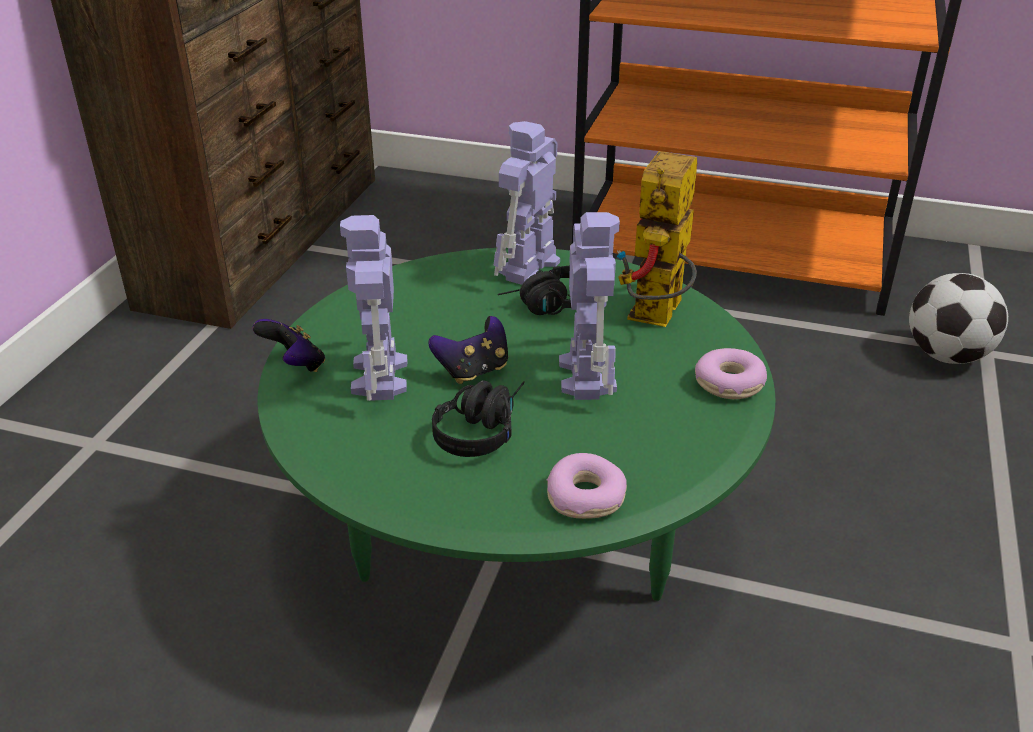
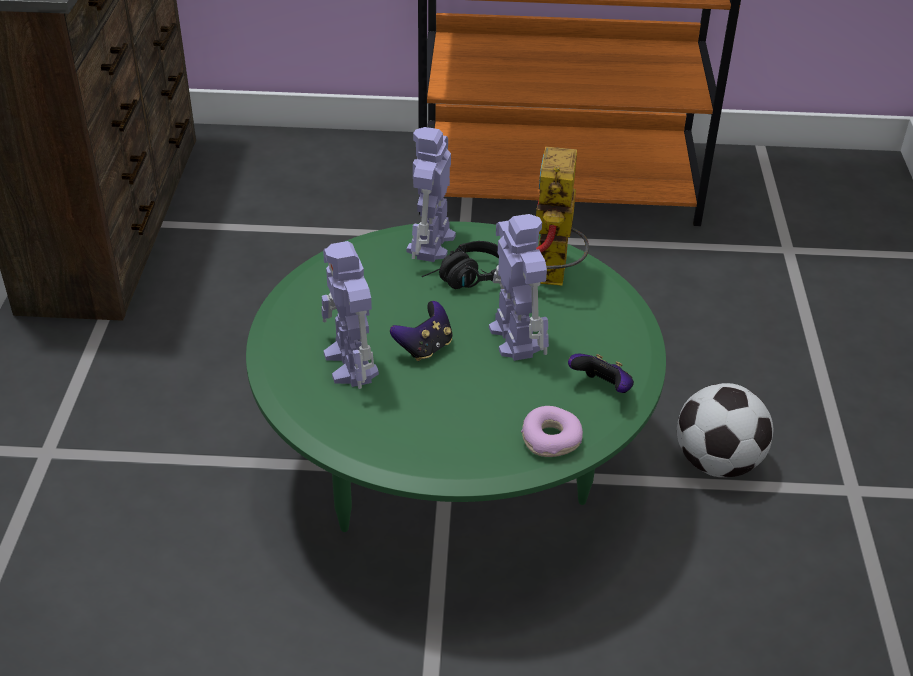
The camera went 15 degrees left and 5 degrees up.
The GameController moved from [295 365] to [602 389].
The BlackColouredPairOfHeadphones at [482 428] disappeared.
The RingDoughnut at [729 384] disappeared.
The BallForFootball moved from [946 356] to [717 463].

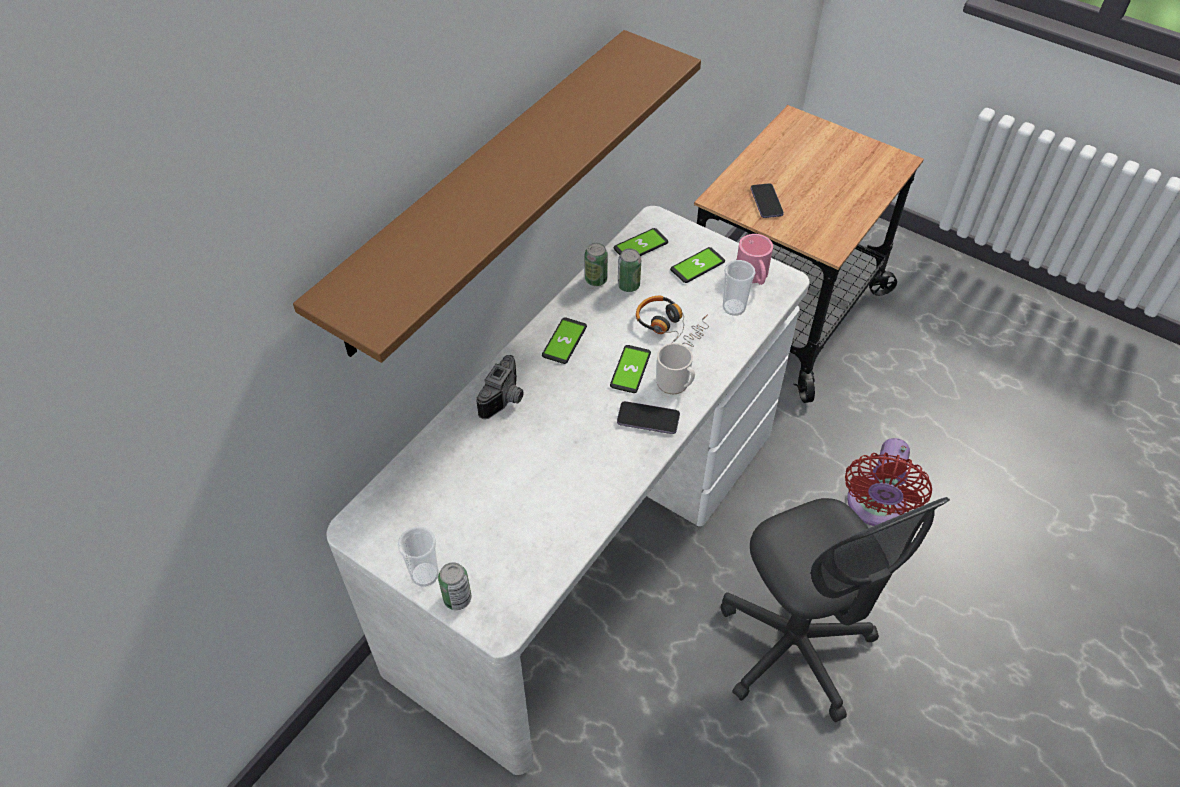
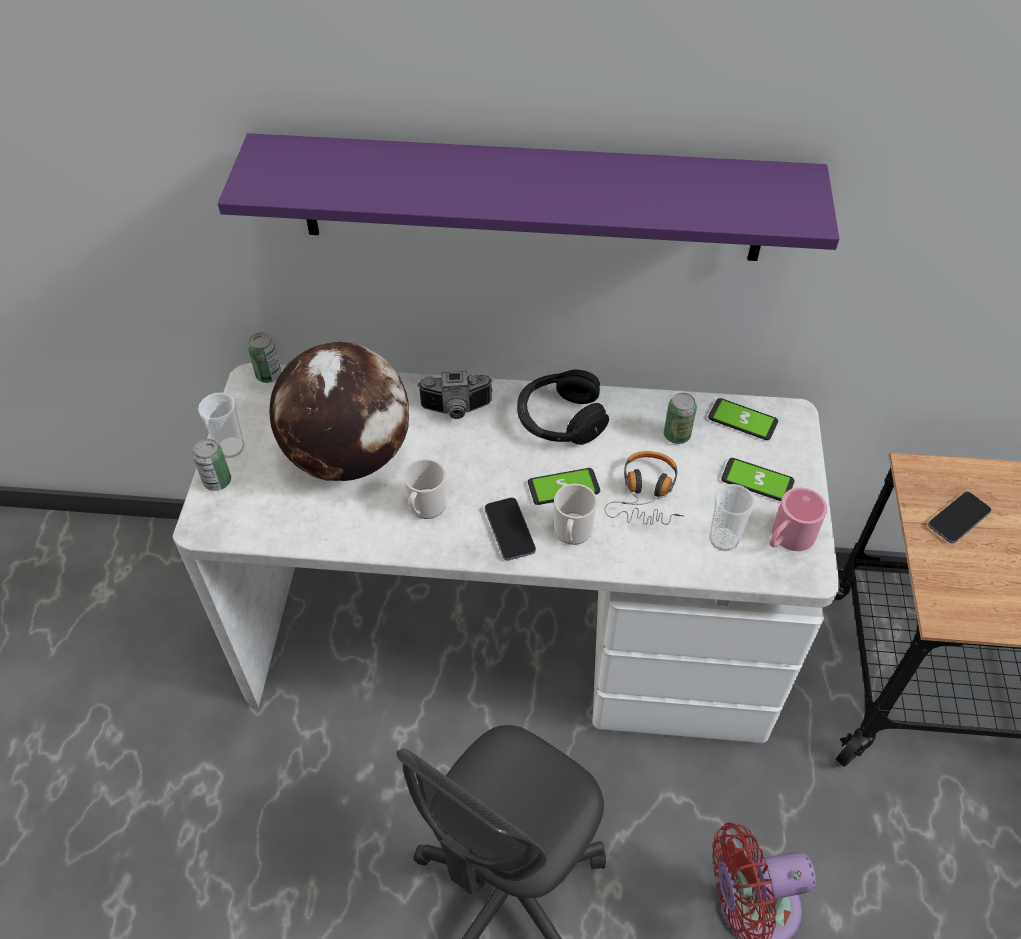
The camera went 60 degrees right and 0 degrees up.
The BrownWallShelf at [483 191] became the PurpleWallShelf at [531 198].
The Phone at [564 341] was replaced by the BlackColouredPairOfHeadphones at [560 419].
The Can moved from [596 280] to [269 375].
The Globe at [349 455] appeared.
The TeaMug at [425 508] appeared.

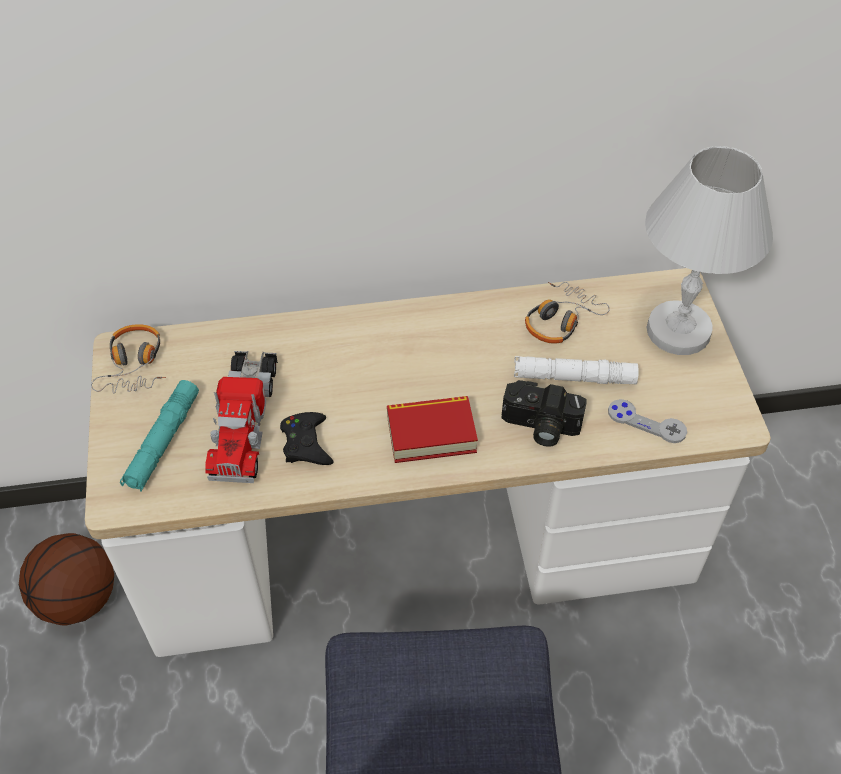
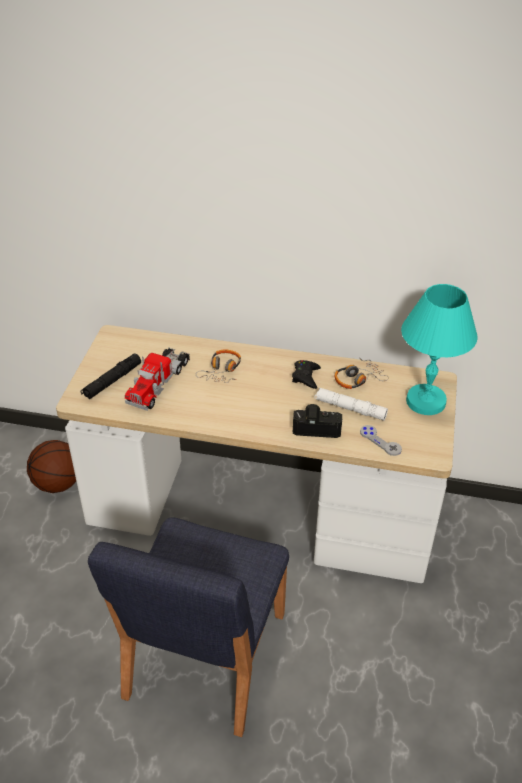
The camera went 20 degrees right and 10 degrees down.
The PairOfHeadphones moved from [134 365] to [222 371].
The TurquoiseHandTorch at [163 441] became the BlackColouredHandTorch at [112 381].
The BlackColouredGameController moved from [306 443] to [306 377].
The Book at [431 434] disappeared.
The PhotoCamera at [539 427] turned 150 degrees clockwise.
The WhiteColouredTabletopLamp at [677 330] became the TurquoiseTabletopLamp at [425 401].

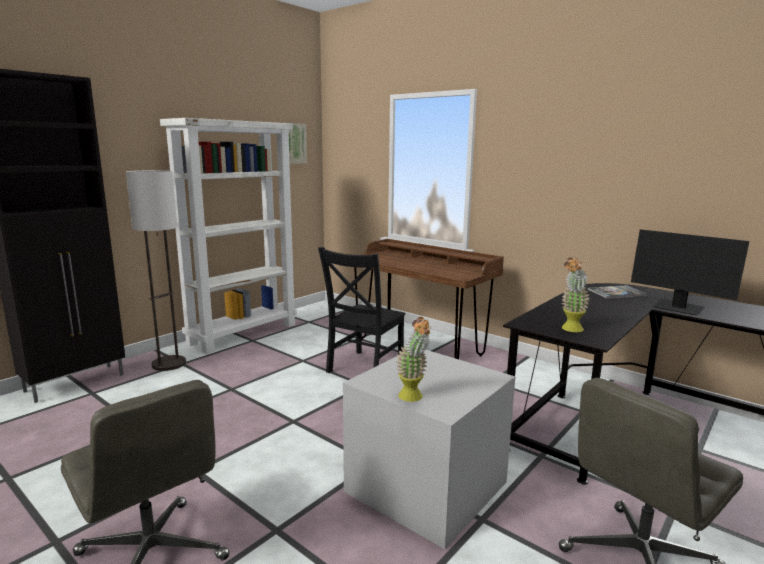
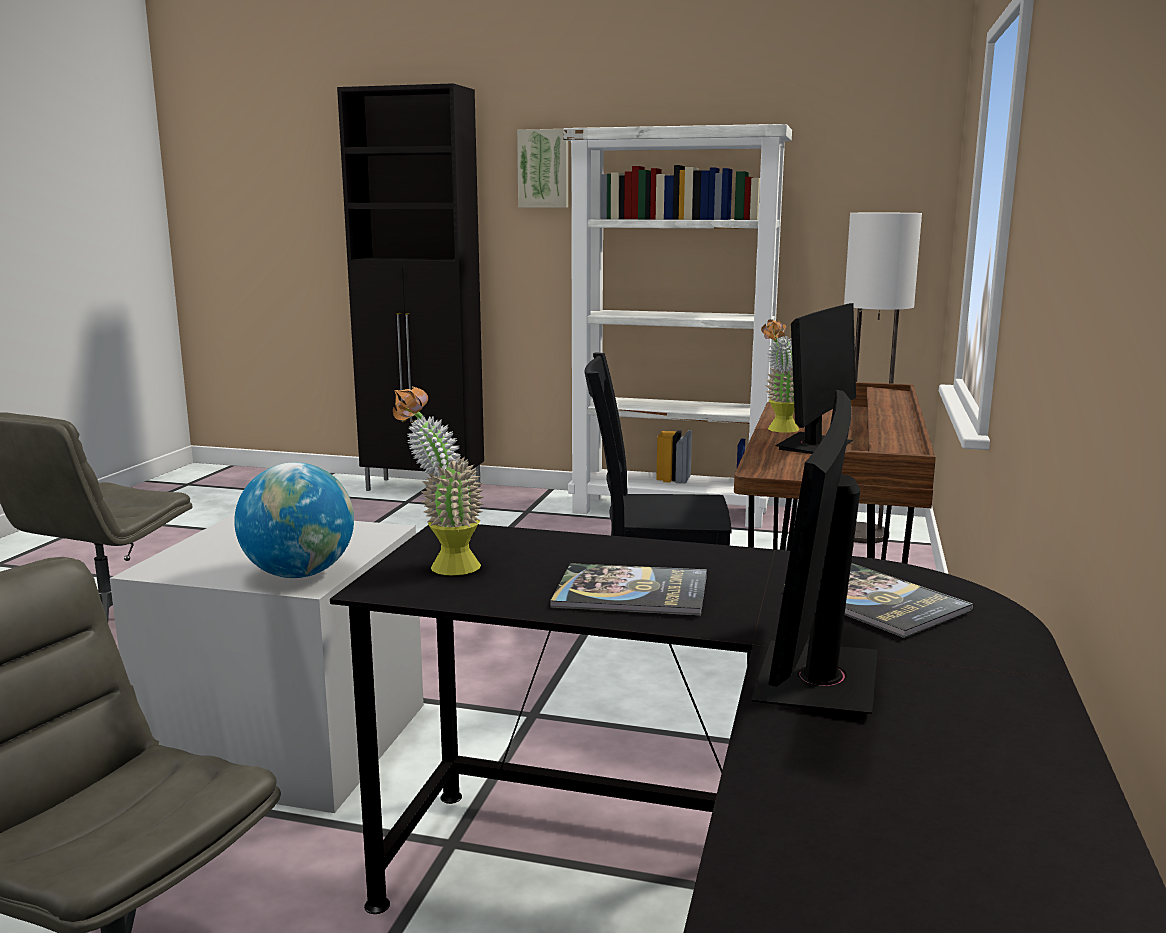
The camera went 65 degrees right and 0 degrees up.
The FloorLamp moved from [169 364] to [861 534].
The Picture moved from [294 143] to [543 168].
The PottedPlant moved from [413 399] to [779 431].
The Globe at [299 574] appeared.
The Book at [631 592] appeared.
The ComputerScreen at [814 446] appeared.

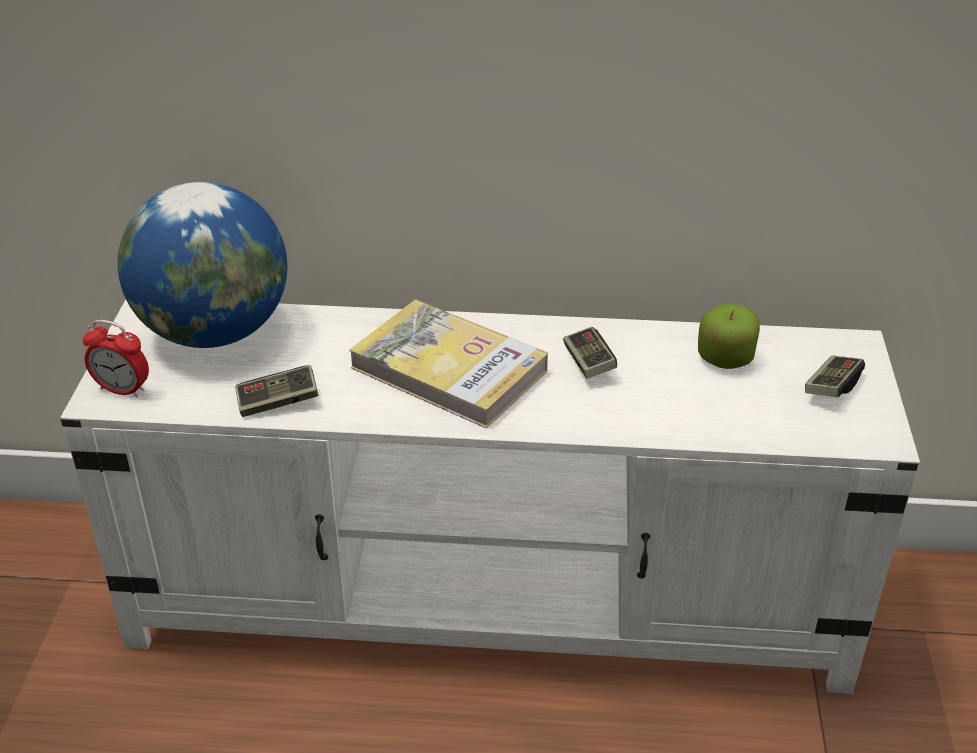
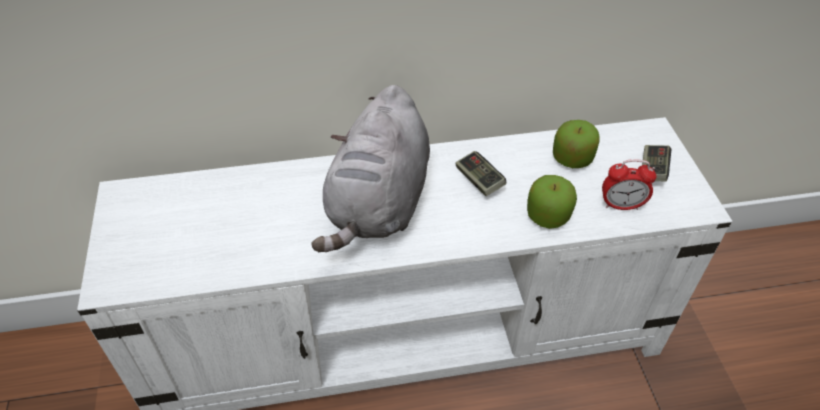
The camera went 15 degrees left and 10 degrees up.
The BedsideClock moved from [122 390] to [621 205].
The Globe at [215 332] disappeared.
The GameController at [278 402] disappeared.
The Book at [449 369] was replaced by the GraySoftToy at [379 204].
The Apple at [548 215] appeared.

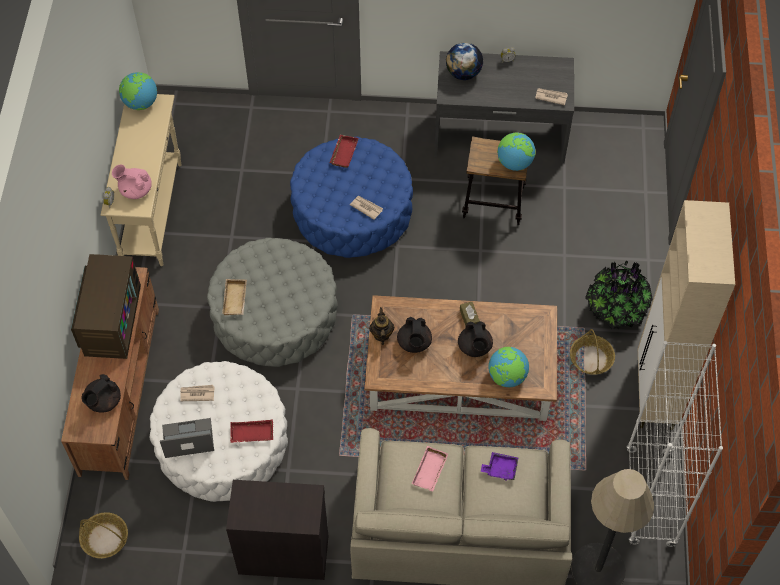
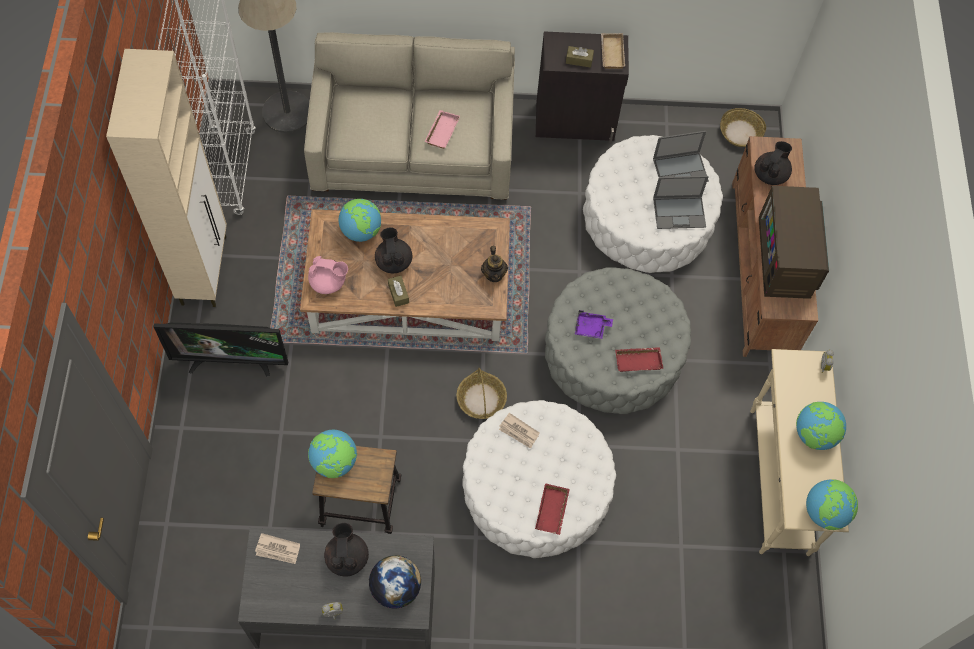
The camera went 175 degrees right and 5 degrees up.
The PinkColouredTeaPot moved from [135 190] to [328 282].
The Newspaper at [197 393] was replaced by the NotebookComputer at [680 212].
The BeigeColouredServingTray moved from [236 300] to [611 53].
The ReddishServingTray moved from [251 434] to [638 360].
The BlueColouredPouffe at [352 210] became the WhiteColouredPouffe at [536 488].
The BlackColouredTeaPot moved from [414 343] to [347 557].
The PurpleServingTray moved from [500 469] to [591 328].
The StorageBasket moved from [591 358] to [481 399].
The PottedPlant at [615 312] was replaced by the Tv at [231 361].
The BrownBoxOfTissues at [579 60] appeared.
The Globe at [814 435] appeared.

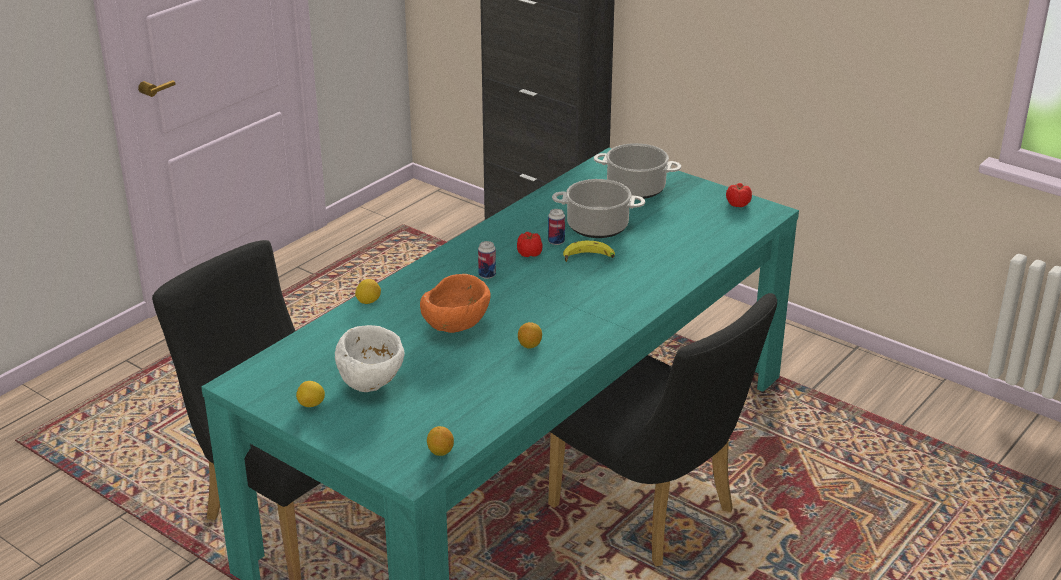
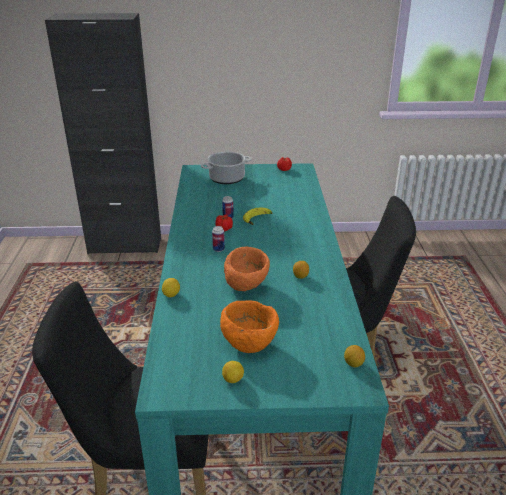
The camera went 40 degrees left and 0 degrees up.
The WhiteColouredBowl at [373 383] became the OrangeyBowl at [249 343].
The CookingPot at [598 226] disappeared.

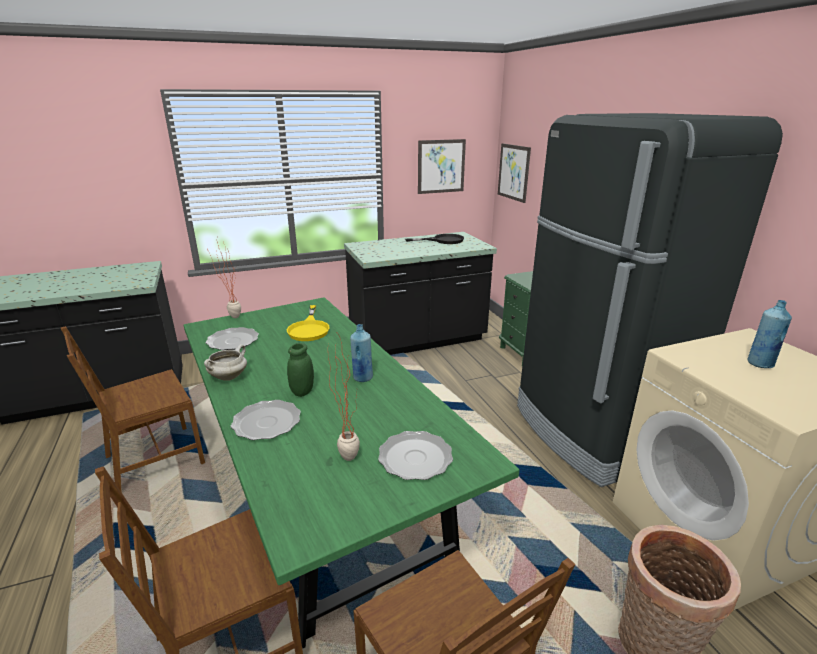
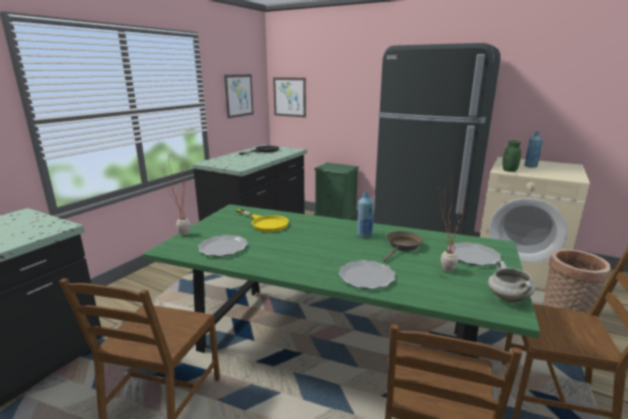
The camera went 40 degrees left and 5 degrees down.
The WhiteColouredCookingPot moved from [229 377] to [507 298].
The GreenColouredPreserveJar moved from [302 391] to [509 170].
The BrownFryingPan at [402 246] appeared.

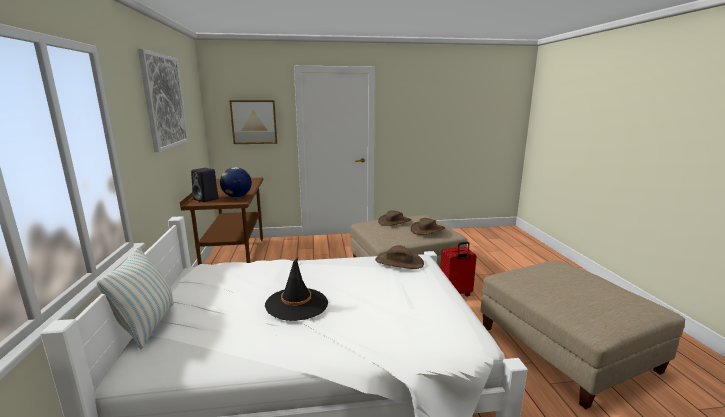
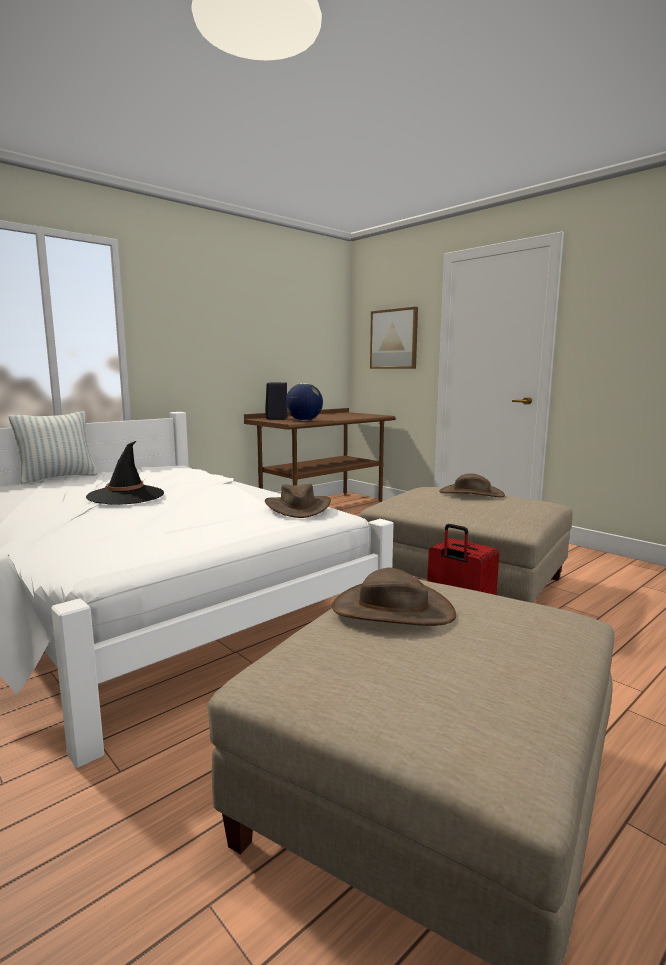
The camera went 55 degrees right and 5 degrees down.
The Picture at [164 101] disappeared.
The BrownClothingHat moved from [427 230] to [392 610].

